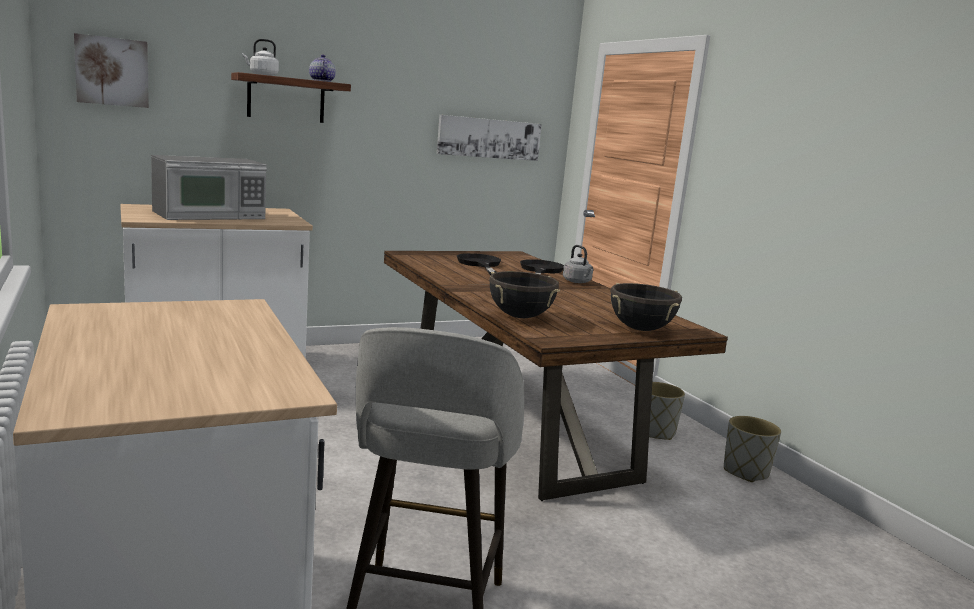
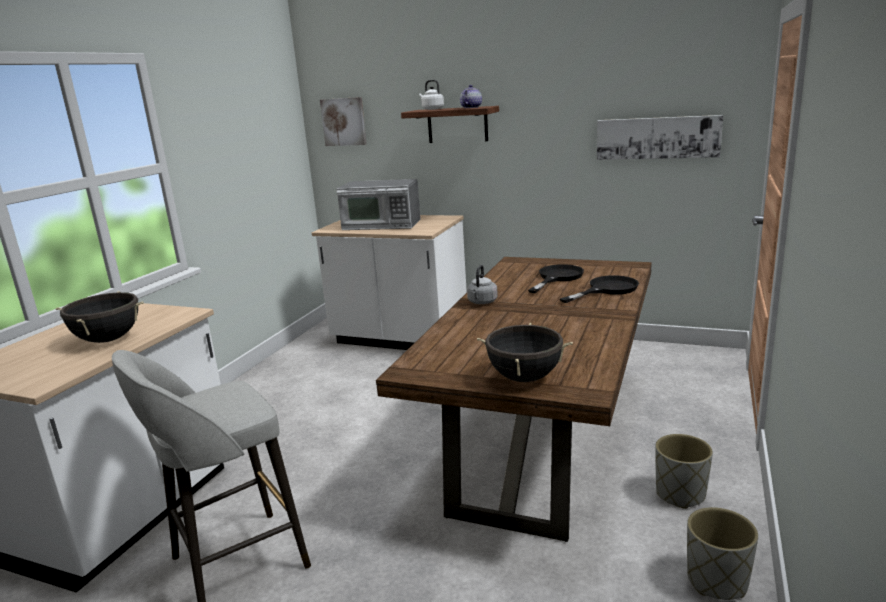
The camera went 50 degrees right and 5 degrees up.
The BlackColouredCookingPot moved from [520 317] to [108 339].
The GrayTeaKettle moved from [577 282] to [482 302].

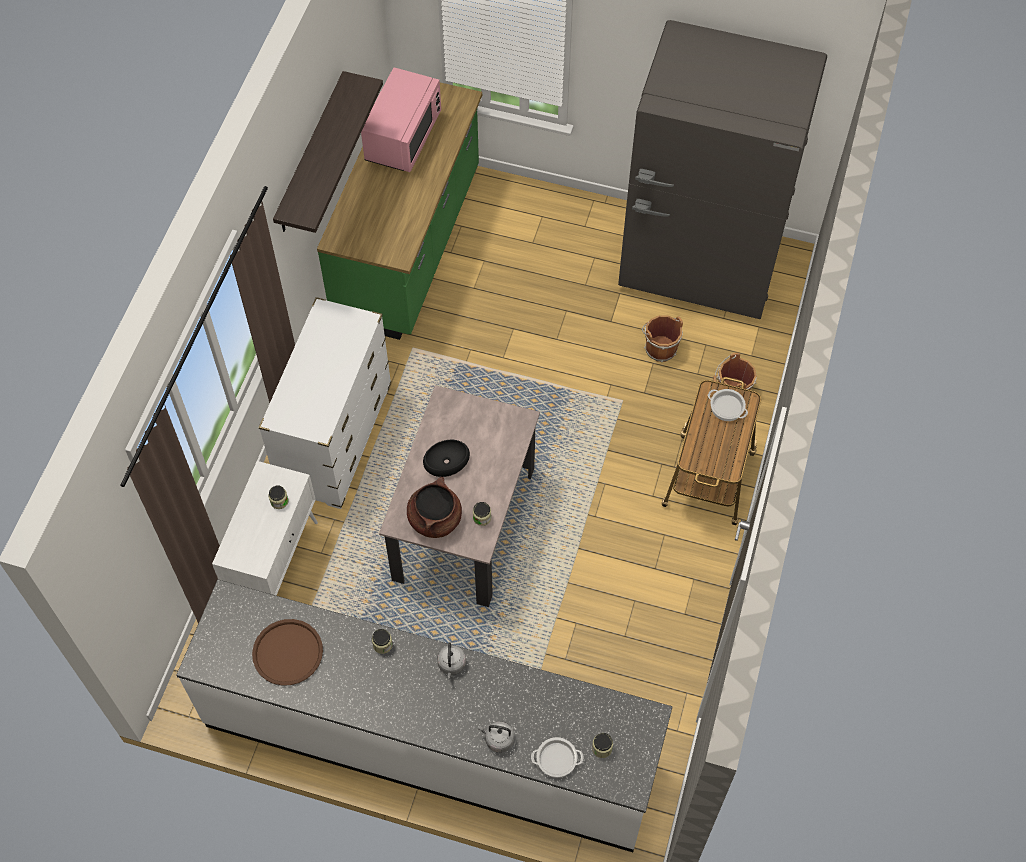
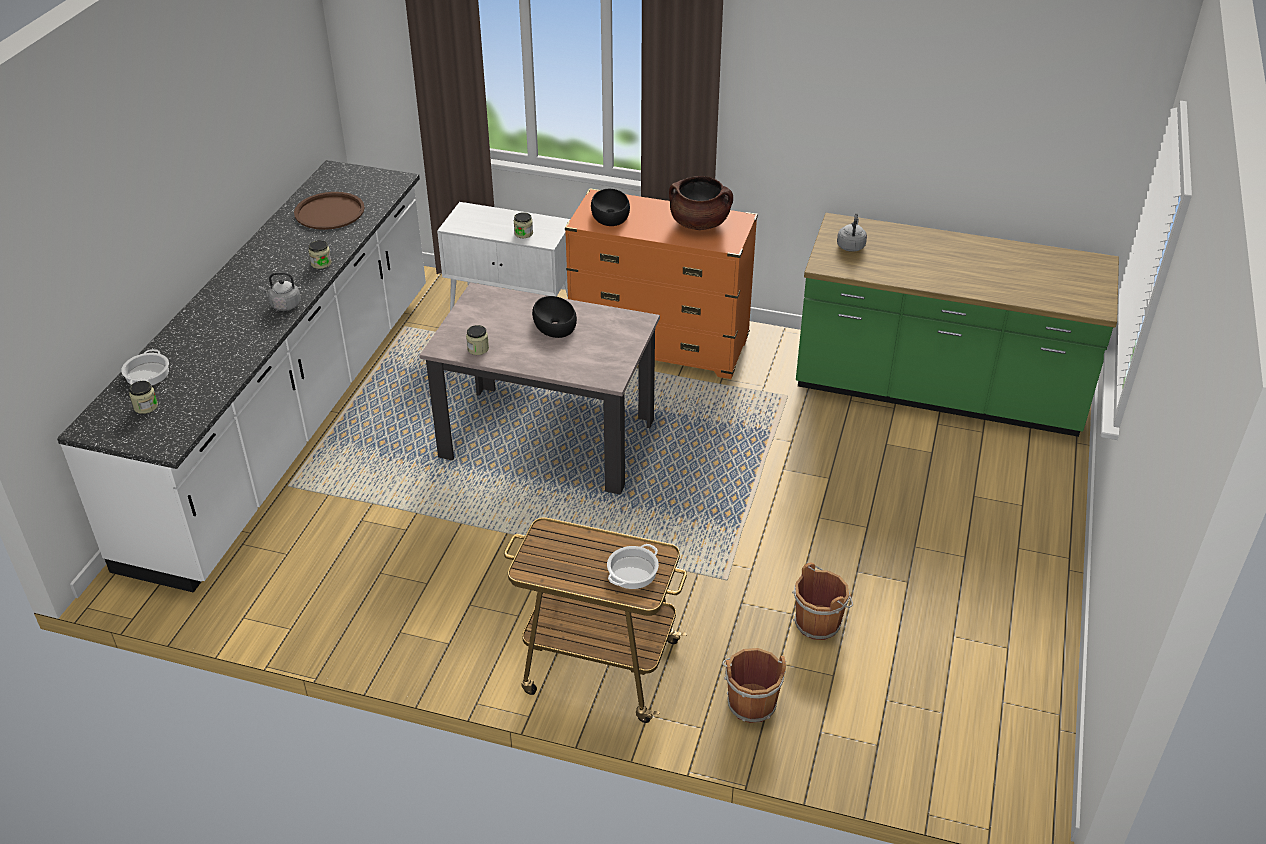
The camera went 90 degrees right and 20 degrees down.
The WhiteColouredChestOfDrawers at [336 438] became the OrangeyChestOfDrawers at [660 345].
The WallShelf at [311 155] disappeared.
The PinkColouredMicrowaveOven at [403 137] disappeared.
The BrownCookingPot moved from [435 519] to [699 223].
The GrayTeaKettle moved from [497 739] to [851 245].
The GrayRefrigerator at [700 264] disappeared.
The BlackColouredBowl at [609 214] appeared.

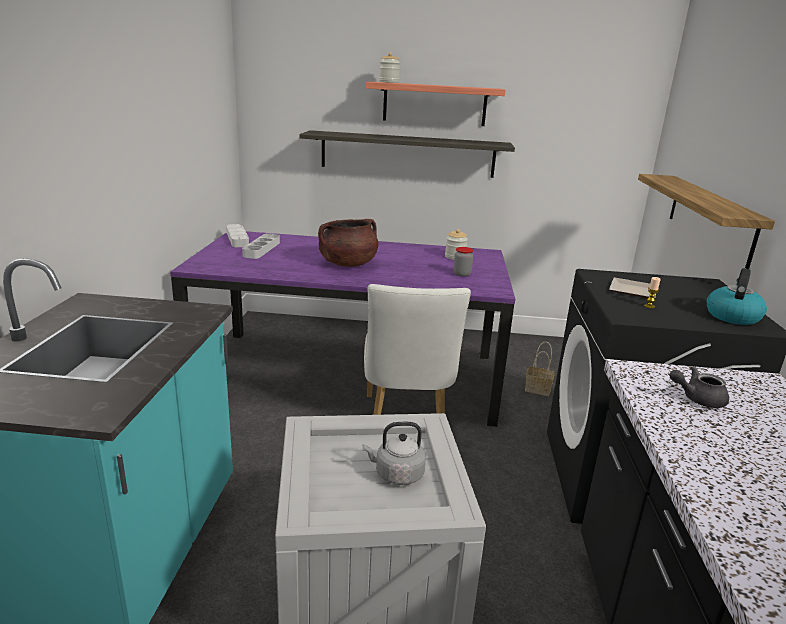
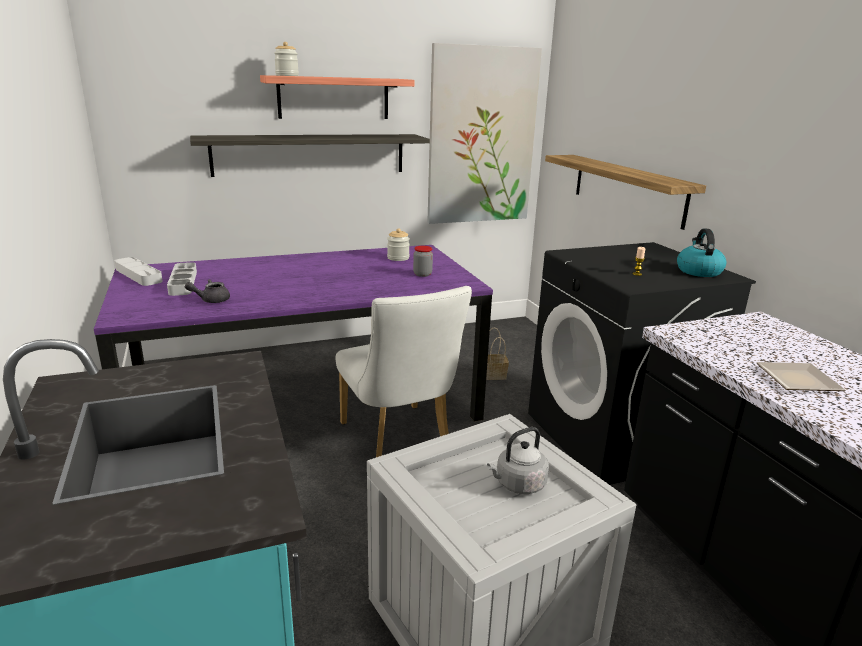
The camera went 25 degrees left and 0 degrees up.
The BrownCookingPot at [348 264] disappeared.
The FlatDish moved from [631 290] to [794 379].
The GrayTeaPot moved from [697 399] to [211 300].
The Picture at [482 137] appeared.

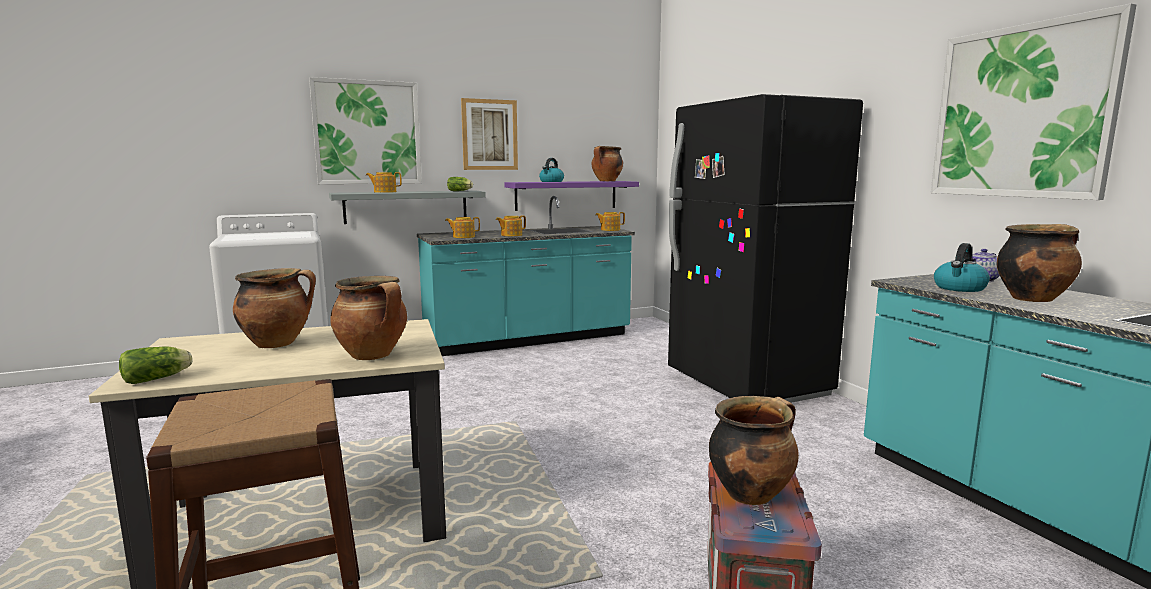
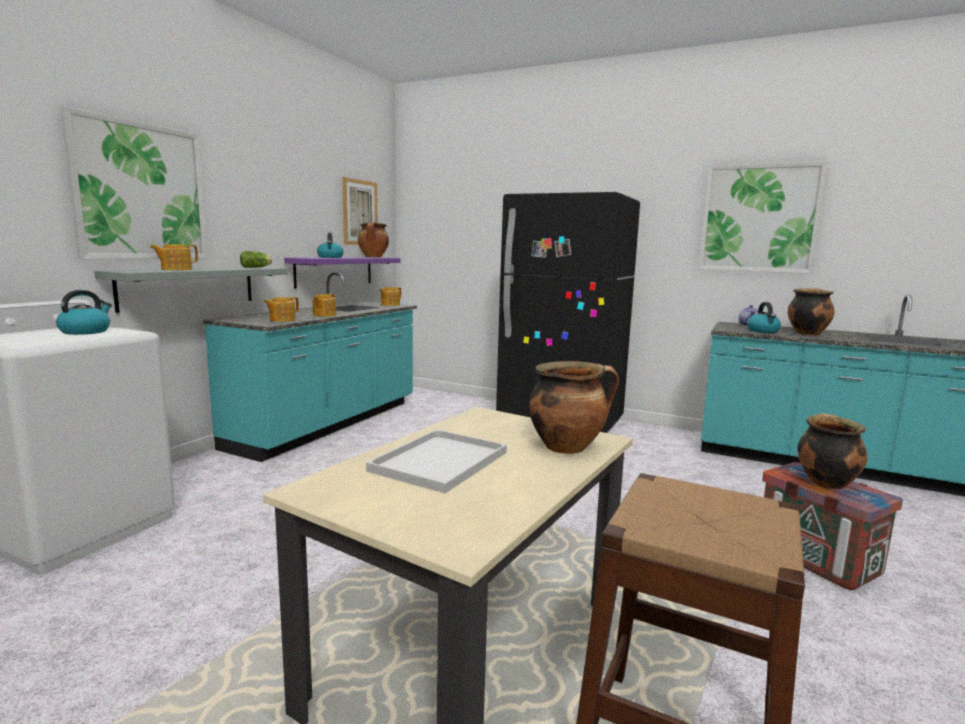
The camera went 40 degrees left and 0 degrees up.
The Lettuce at [159 378] disappeared.
The CookingPot at [278 343] was replaced by the WhiteColouredServingTray at [440 460].
The Picture moved from [489 135] to [360 212].
The TeaKettle at [85 331] appeared.

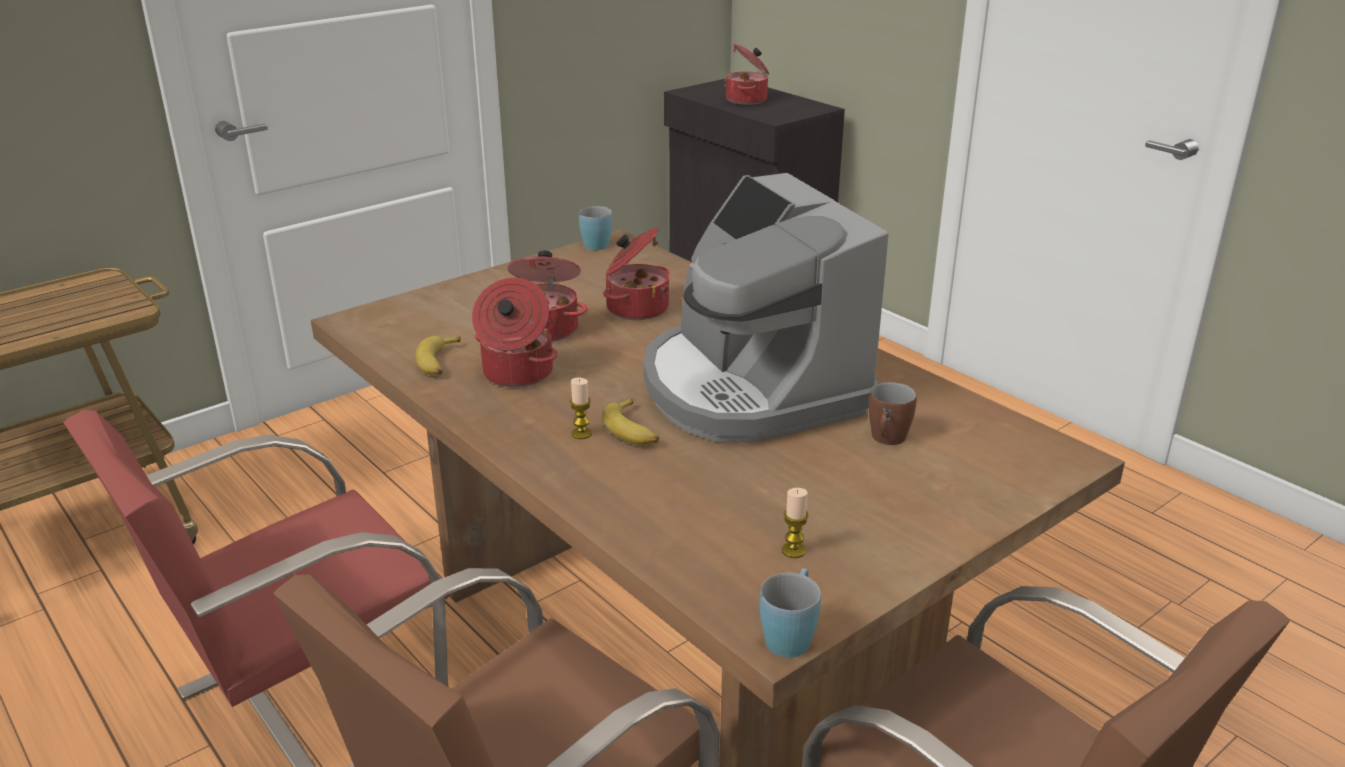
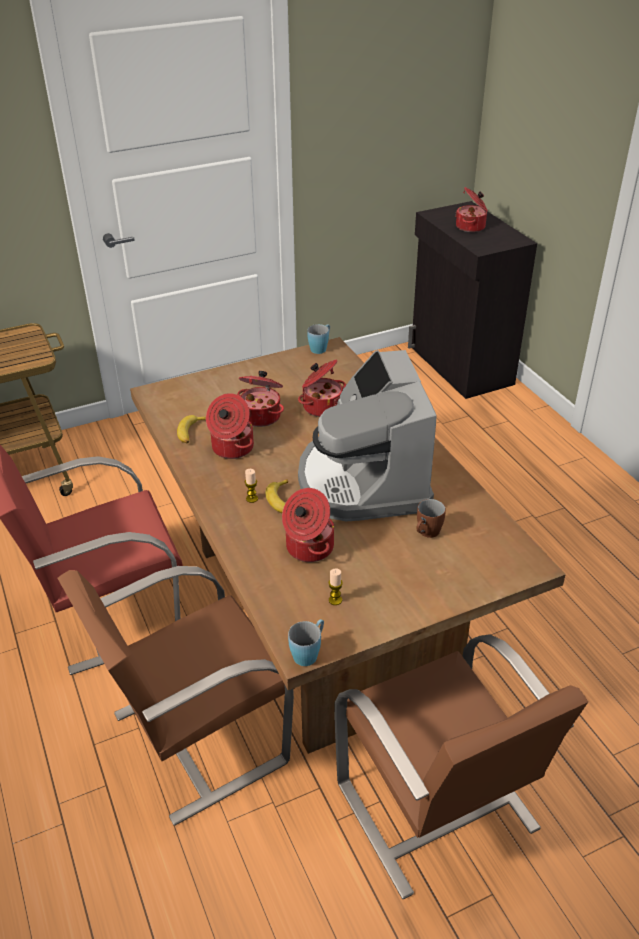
The camera went 15 degrees right and 10 degrees up.
The CookingPot at [308 547] appeared.

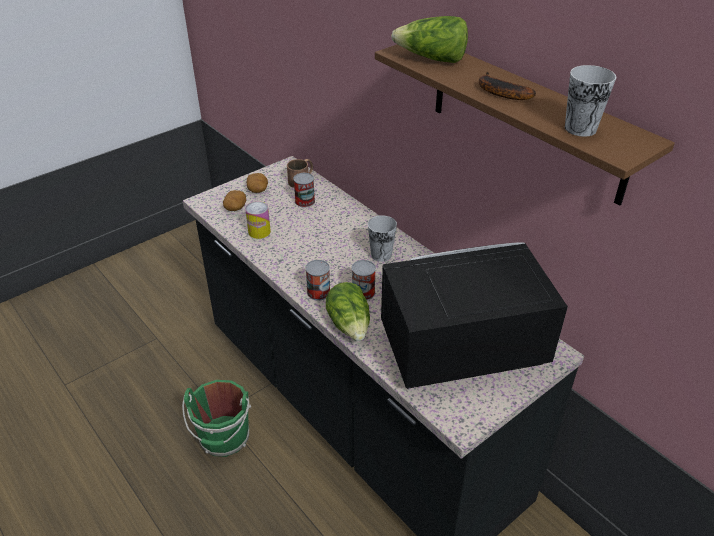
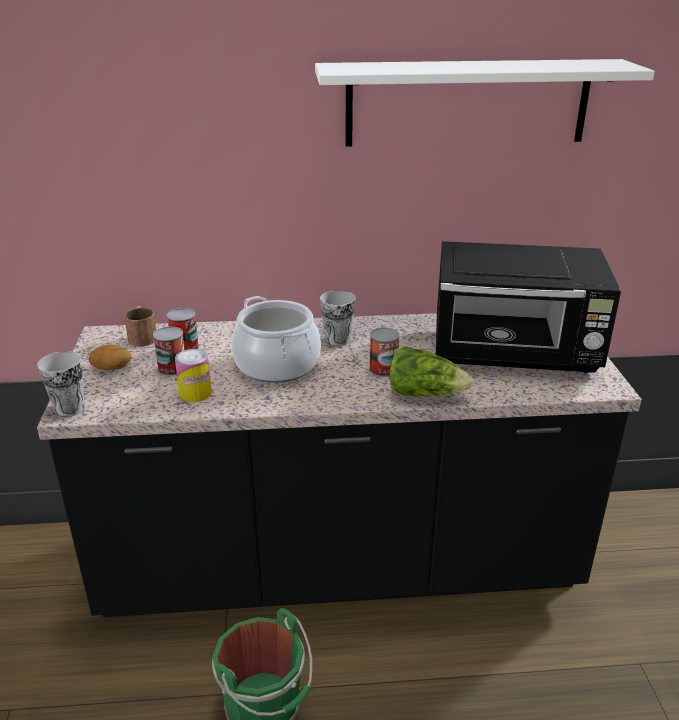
The camera went 55 degrees left and 10 degrees down.
The WholePotato at [235 207] disappeared.
The Can moved from [318 292] to [172 368].
The BrownWallShelf at [526 118] became the WhiteColouredWallShelf at [467 103].
The BlackColouredMicrowaveOven at [459 349] turned 105 degrees counterclockwise.
The Lettuce at [432 59] disappeared.
The BananaFruit at [498 92] disappeared.
The SmallCup moved from [580 128] to [69 408].
The CookingPot at [277 365] appeared.

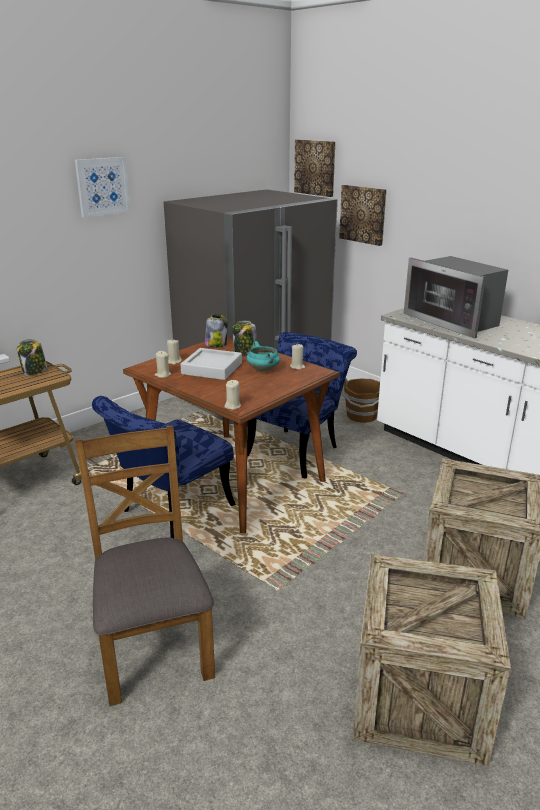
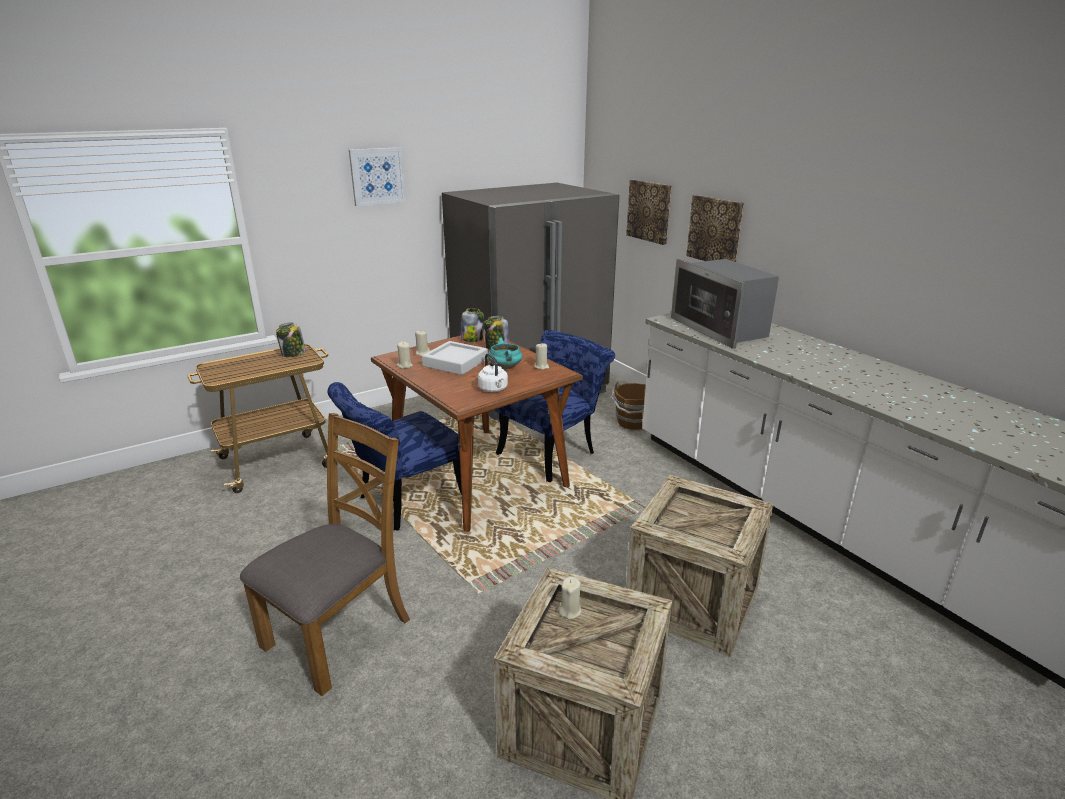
The camera went 10 degrees right and 0 degrees up.
The BrownChair at [153 645] turned 45 degrees clockwise.
The BeigeColouredWaxCandle moved from [232 406] to [569 610].
The Picture moved from [315 167] to [715 230].
The WhiteColouredTeaKettle at [494 389] appeared.

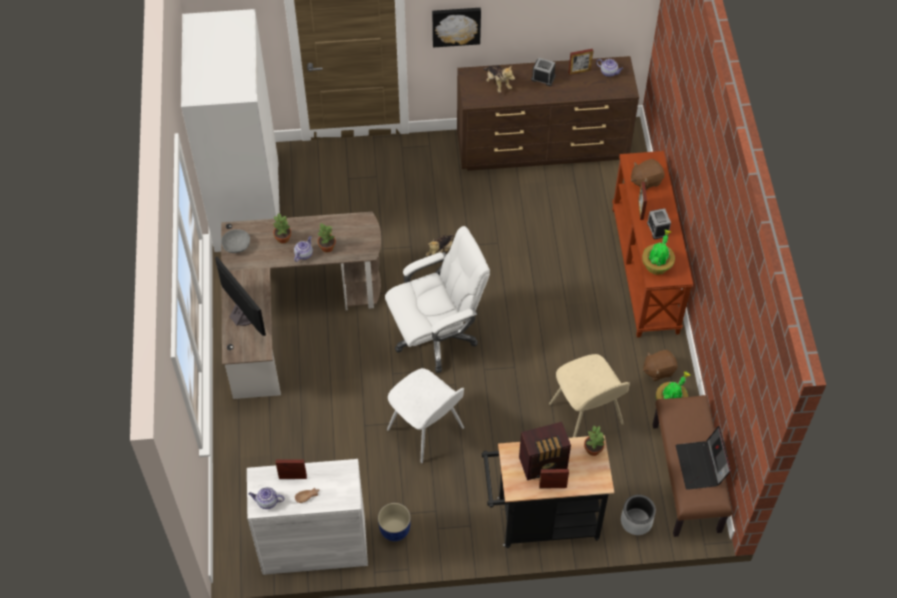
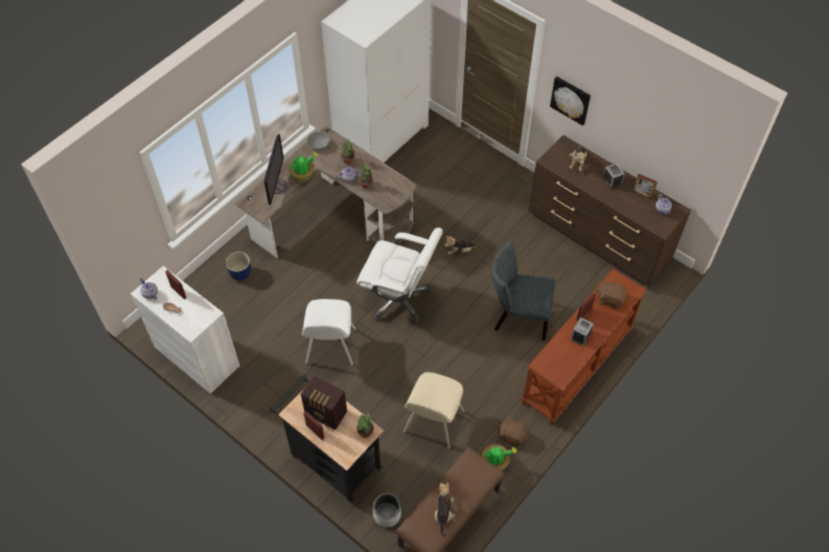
The camera went 45 degrees right and 0 degrees up.
The BlueColouredPlantPot moved from [394 529] to [240 273].
The PottedPlant moved from [657 265] to [303 175].
The NotebookComputer at [701 466] was replaced by the SoftToy at [443 513].
The GrayChair at [518 316] appeared.

